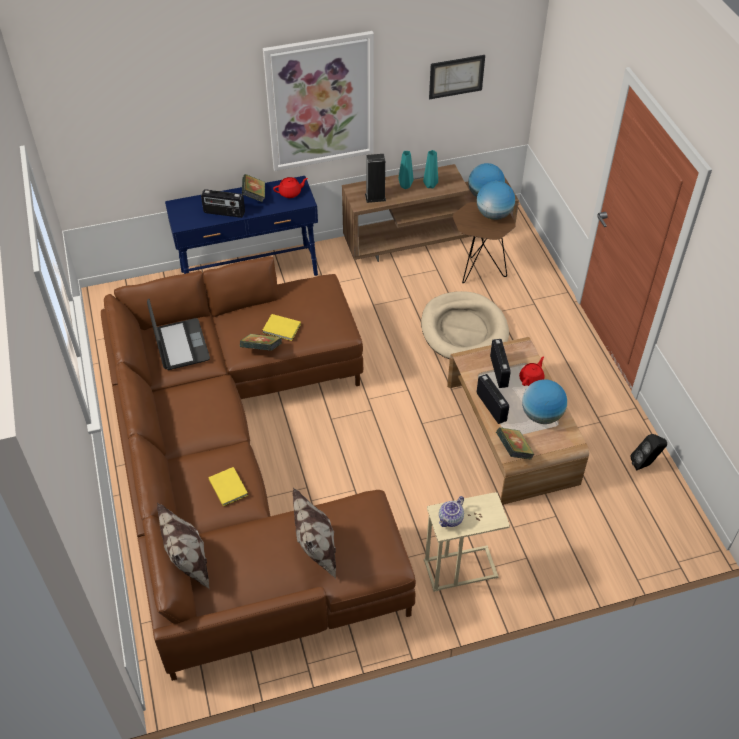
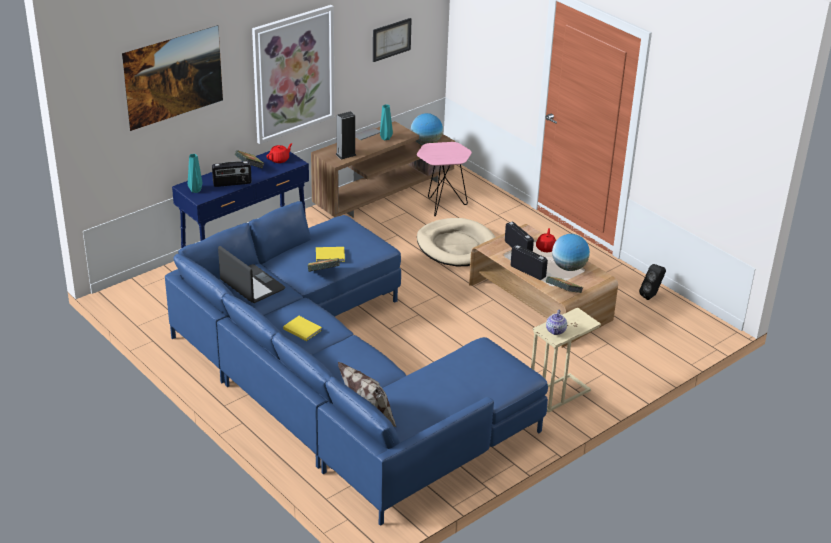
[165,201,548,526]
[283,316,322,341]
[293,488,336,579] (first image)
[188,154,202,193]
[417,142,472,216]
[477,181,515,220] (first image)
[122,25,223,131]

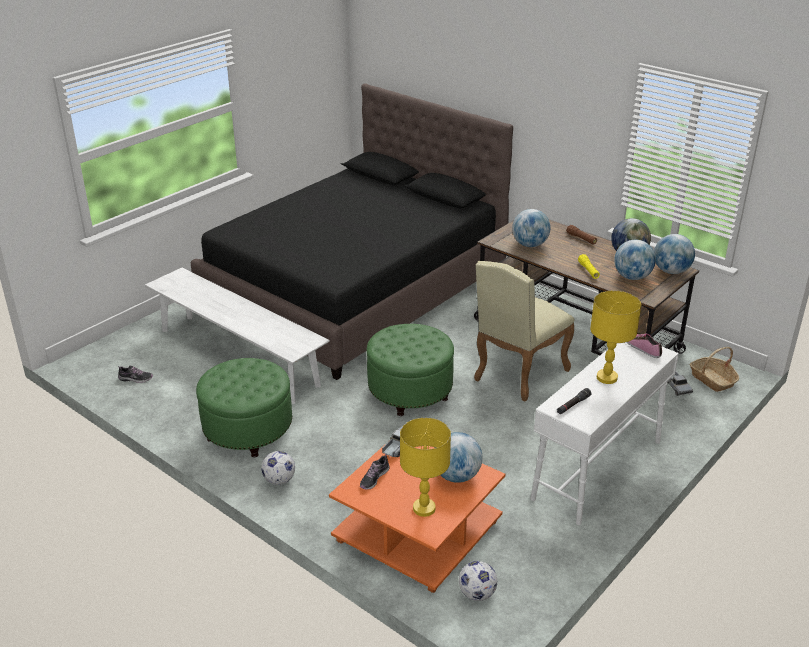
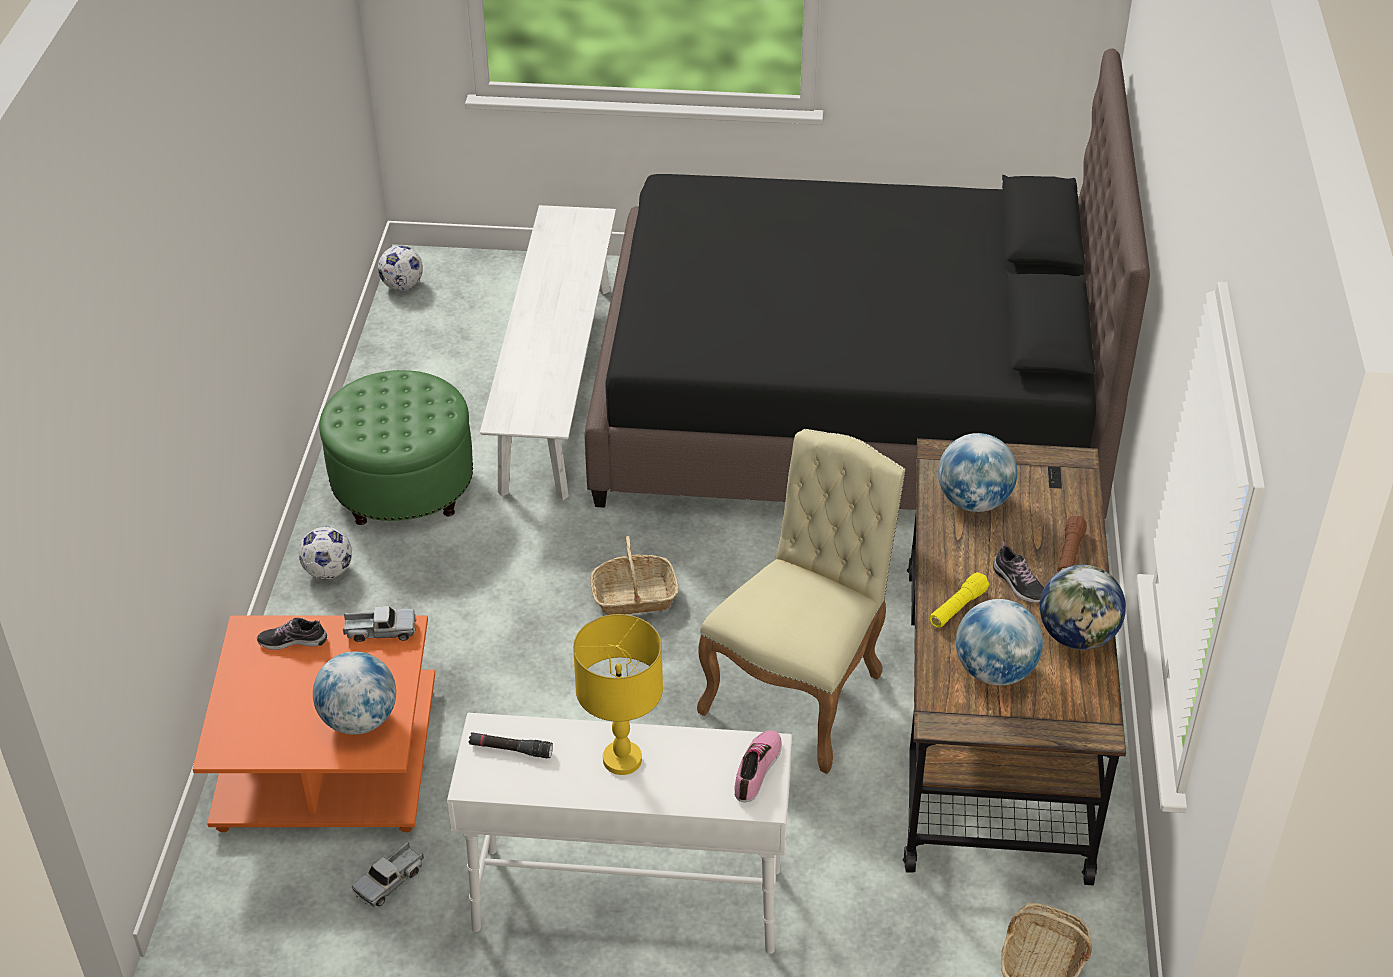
[993,542,1044,603]
[590,536,679,615]
[400,418,451,517] (first image)
[378,246,423,290]
[697,429,906,774]
[654,234,695,274] (first image)
[352,842,424,907]

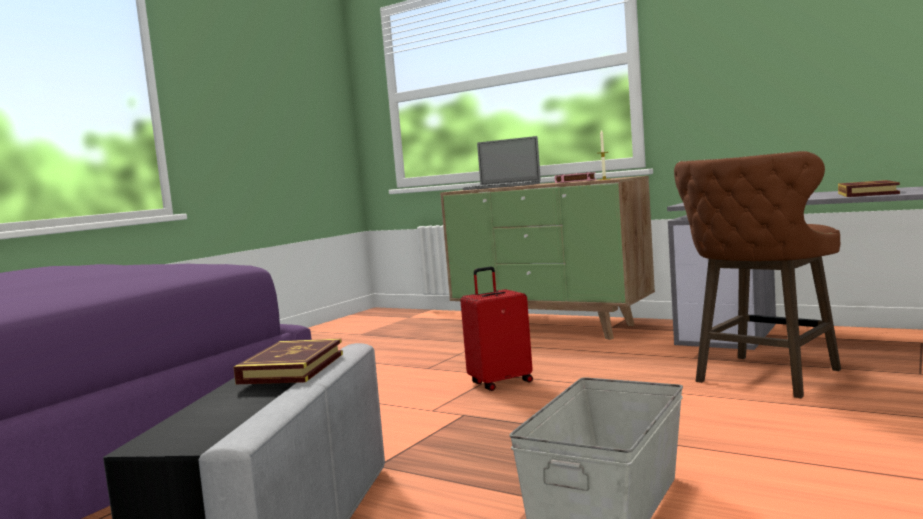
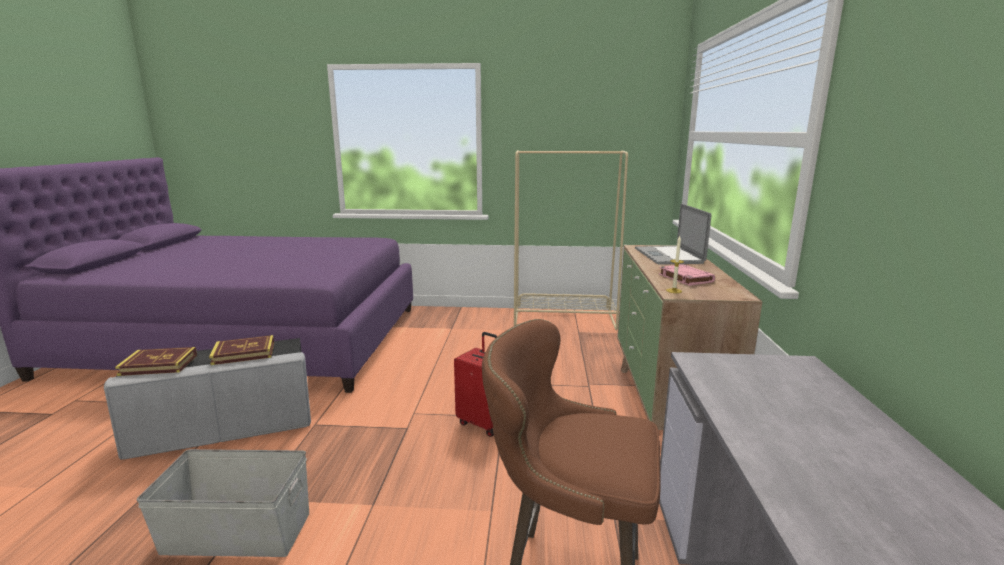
[115,347,197,376]
[514,150,628,330]

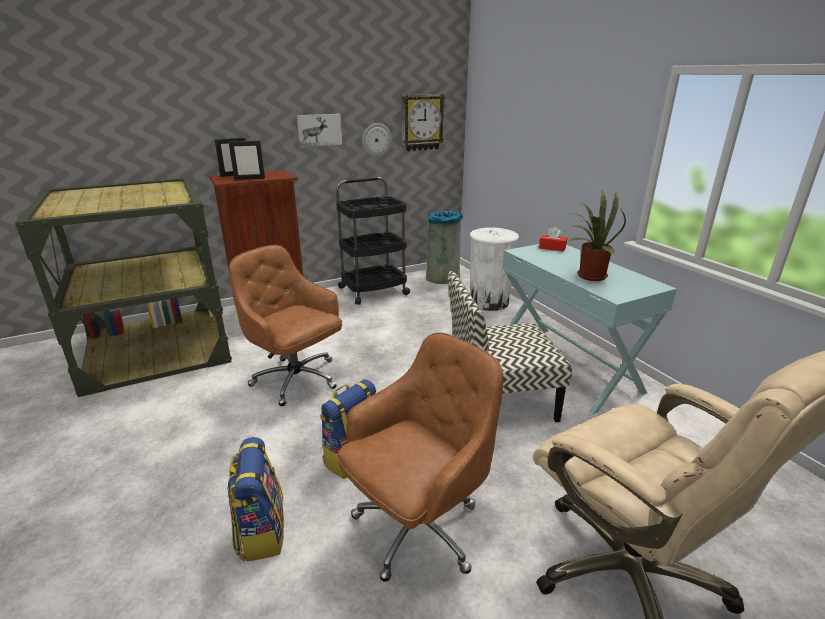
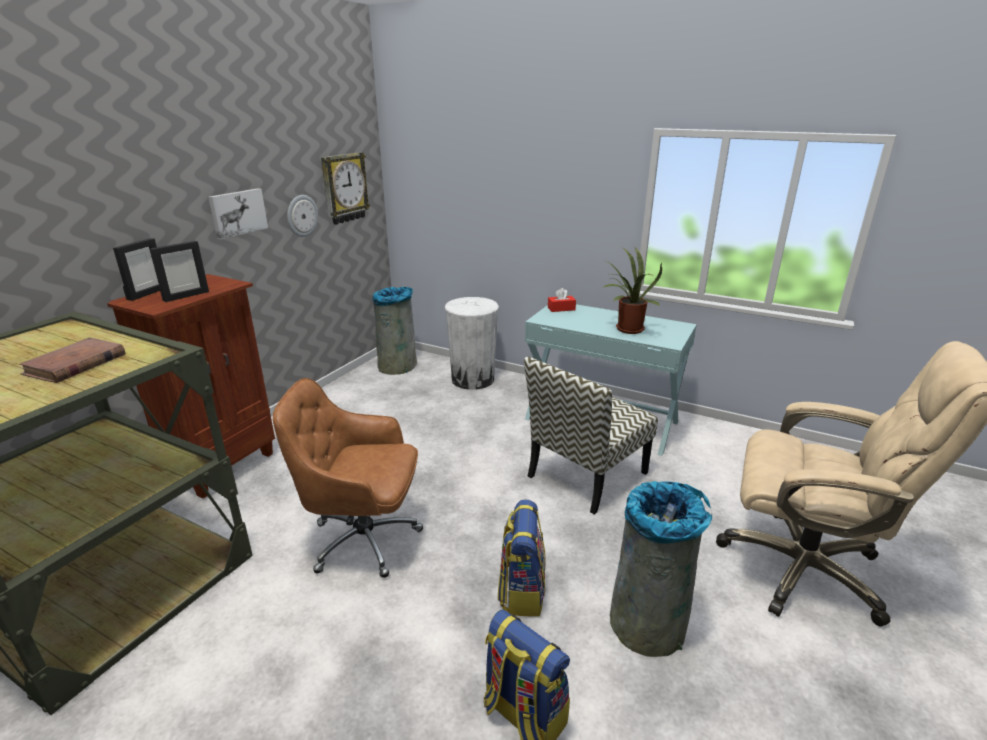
[336,177,410,305] (first image)
[610,481,712,657]
[19,338,125,383]

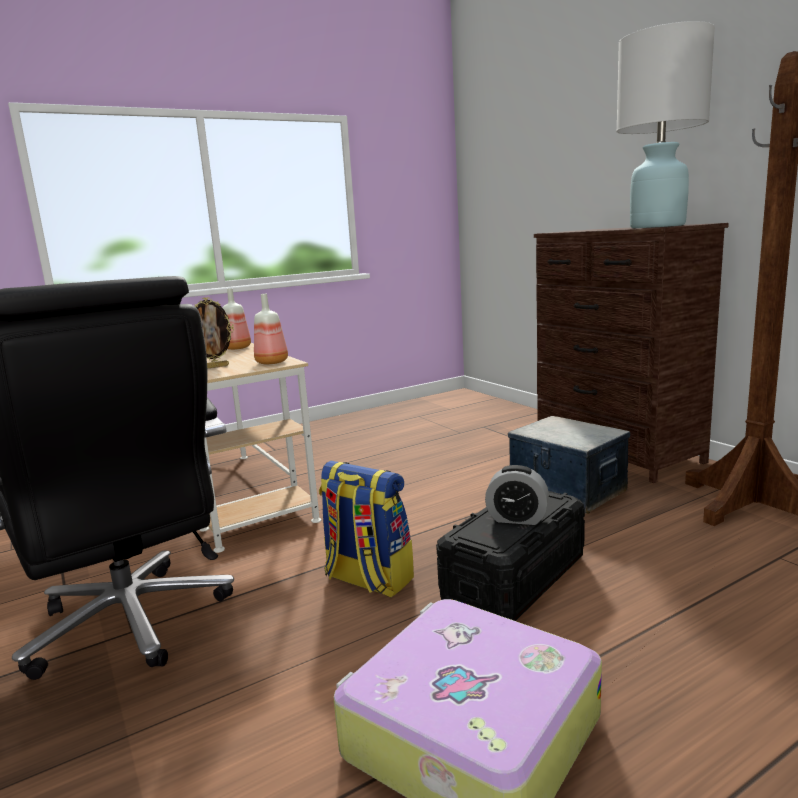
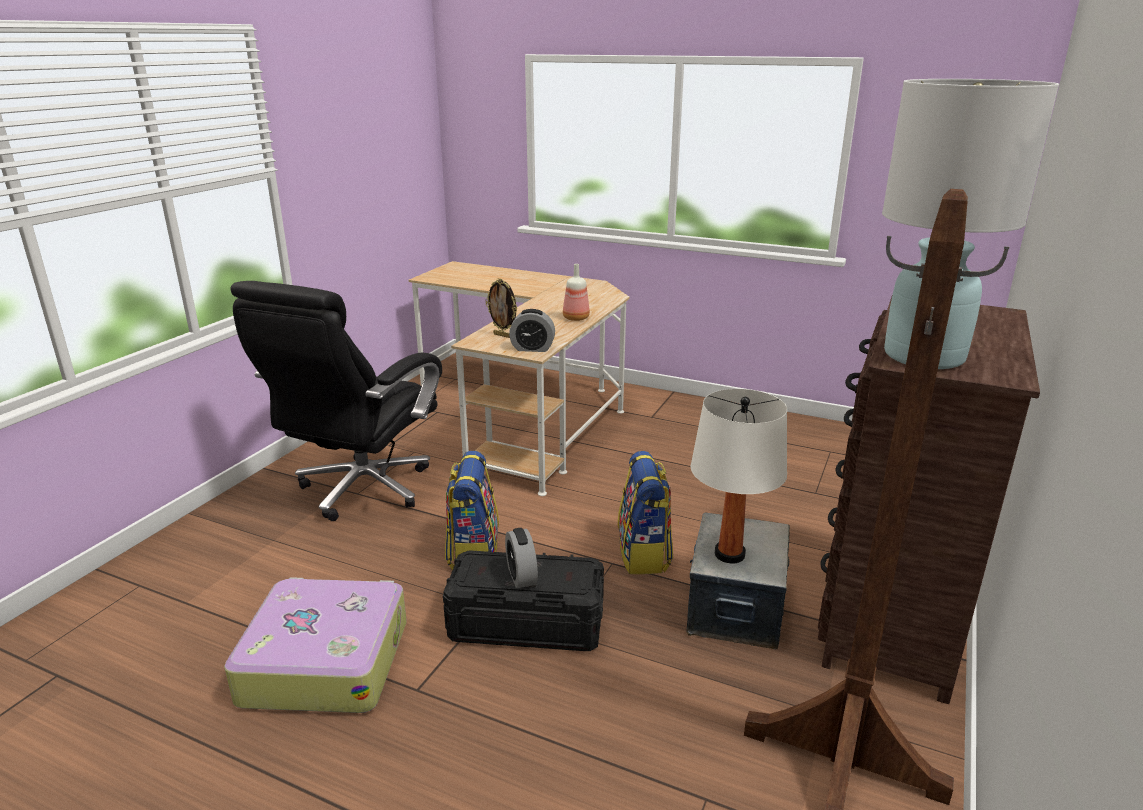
[509,309,555,352]
[618,451,673,574]
[690,389,787,563]

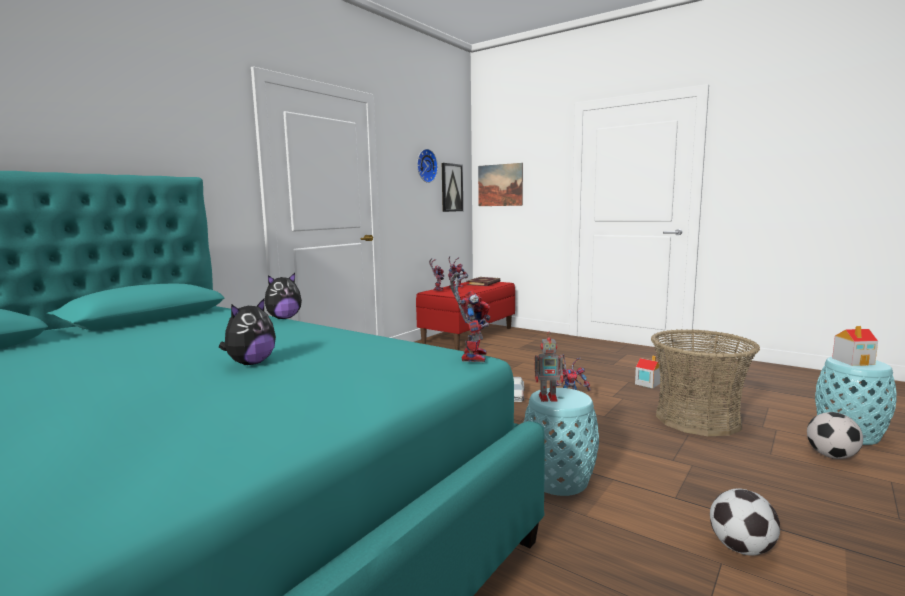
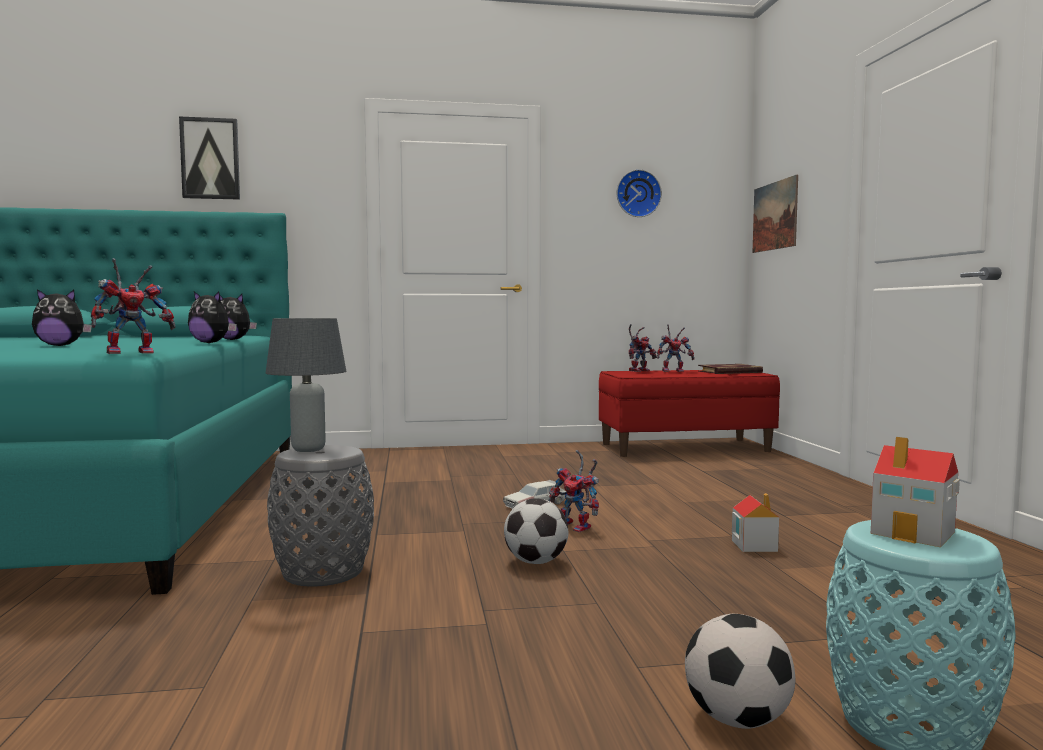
[179,116,240,200]
[267,445,374,587]
[266,318,346,452]
[651,329,760,436] (first image)
[504,498,568,564]
[188,291,237,343]

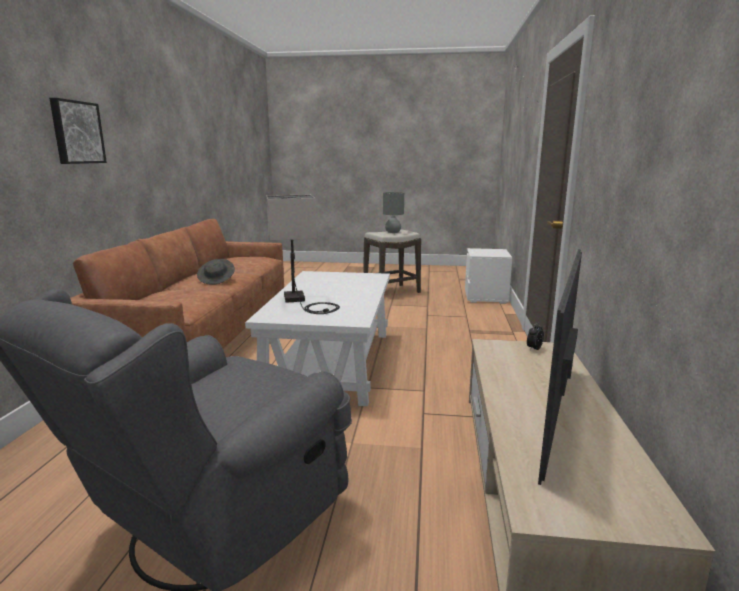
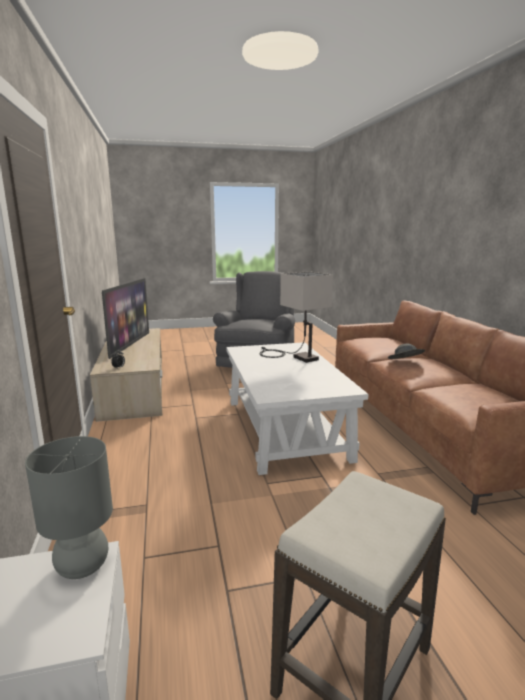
[49,98,107,164] (first image)
[25,436,113,579]

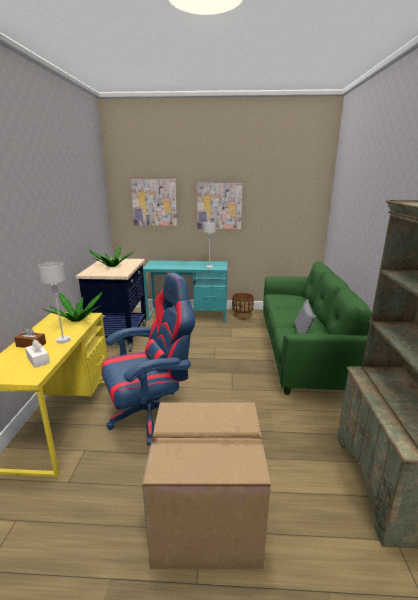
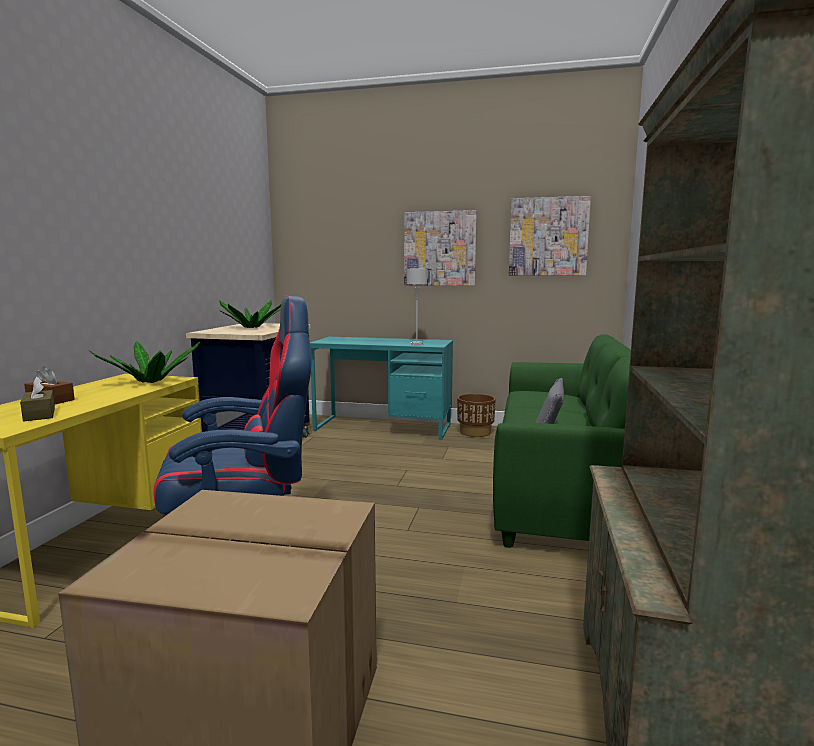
[20,377,55,421]
[38,261,71,344] (first image)
[509,196,591,275]

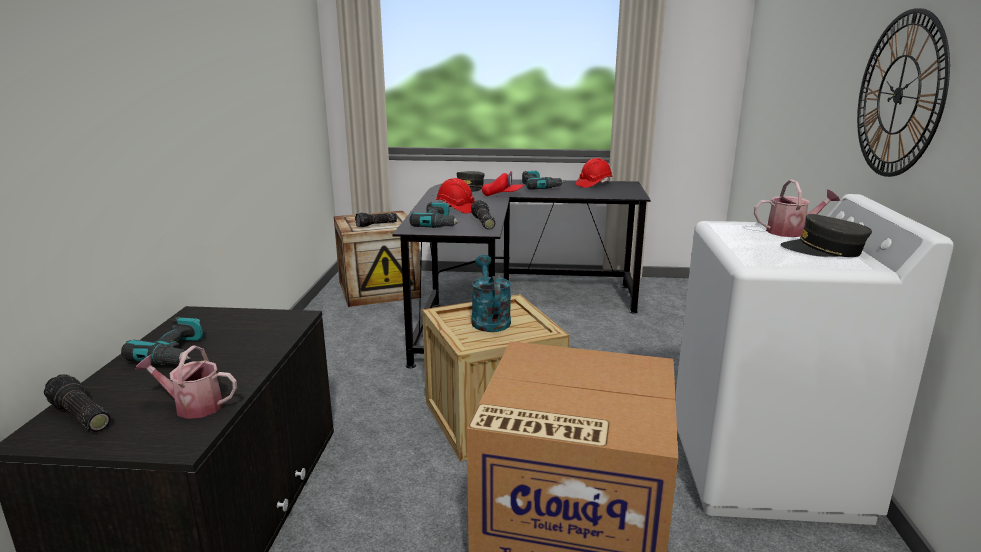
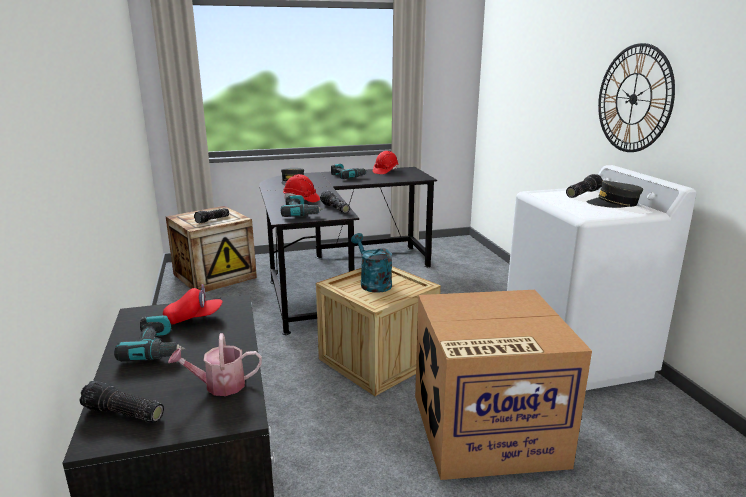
[163,284,222,325]
[566,174,603,198]

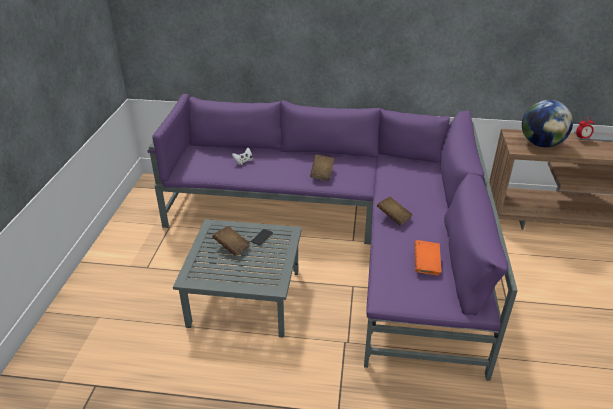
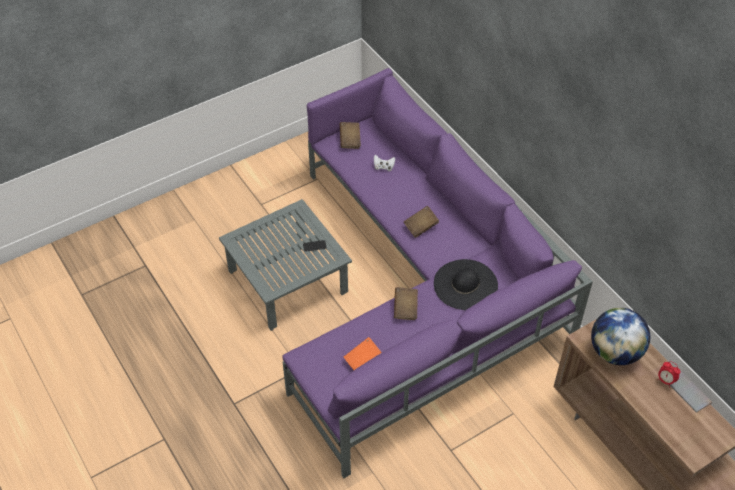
[340,122,361,149]
[434,259,498,310]

